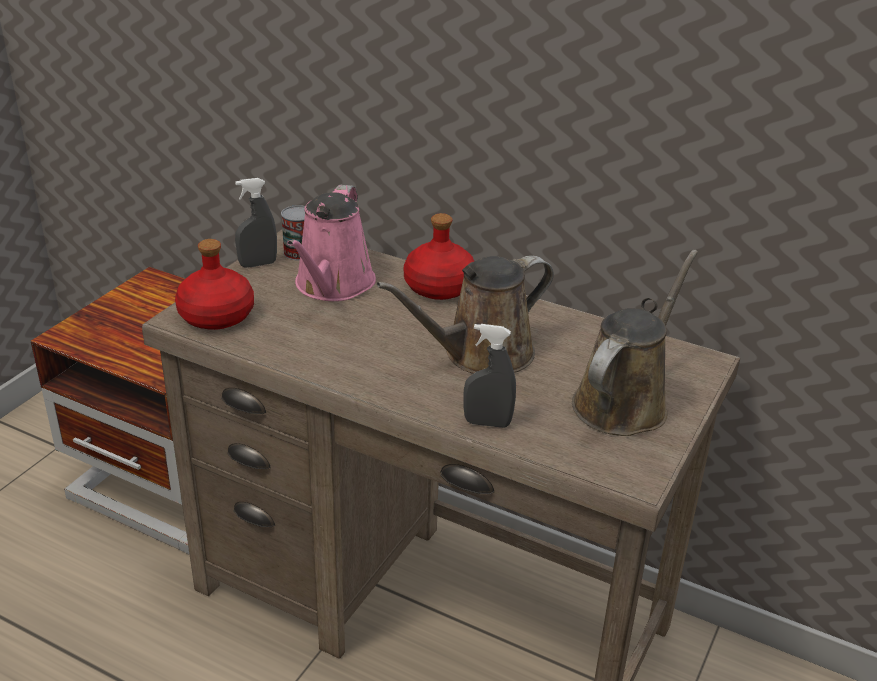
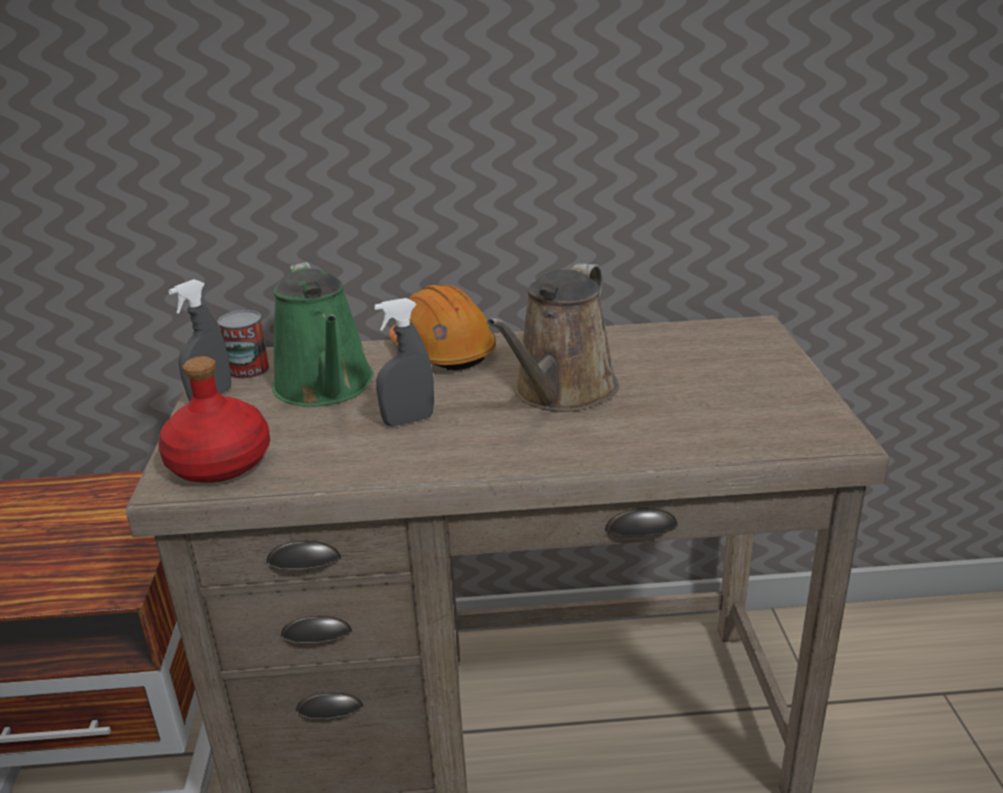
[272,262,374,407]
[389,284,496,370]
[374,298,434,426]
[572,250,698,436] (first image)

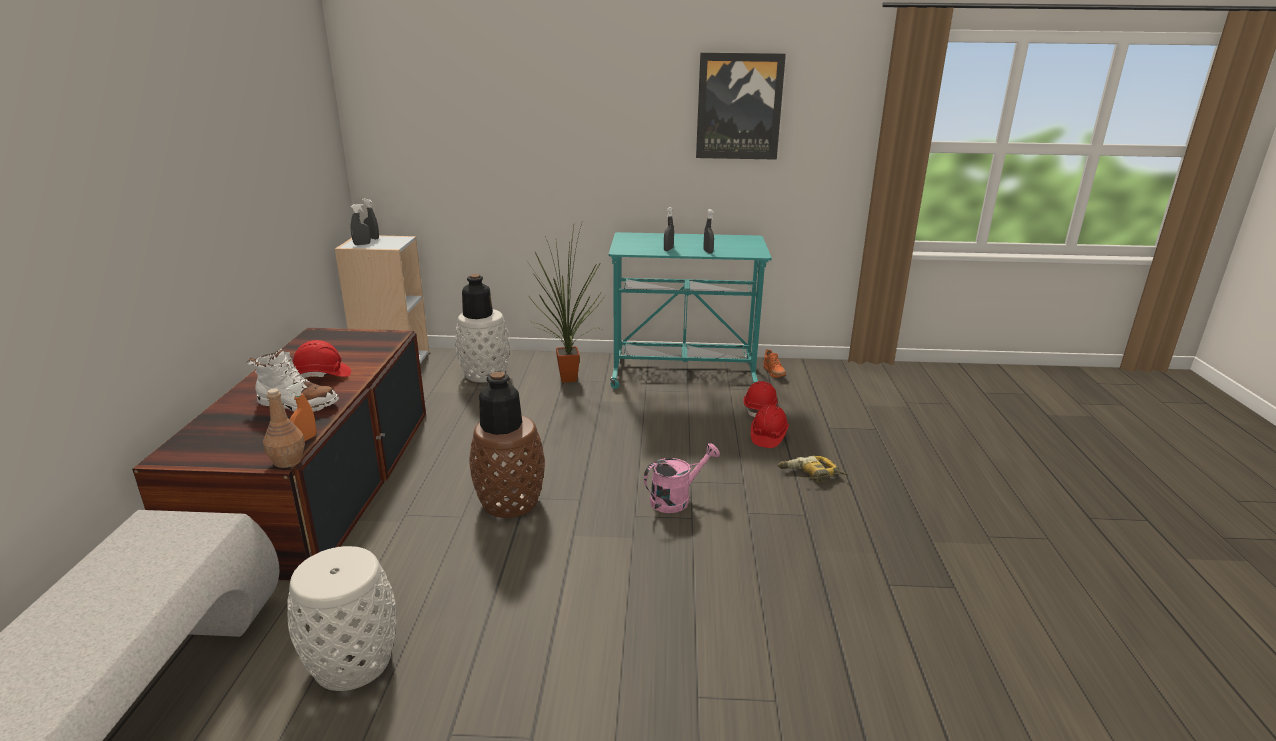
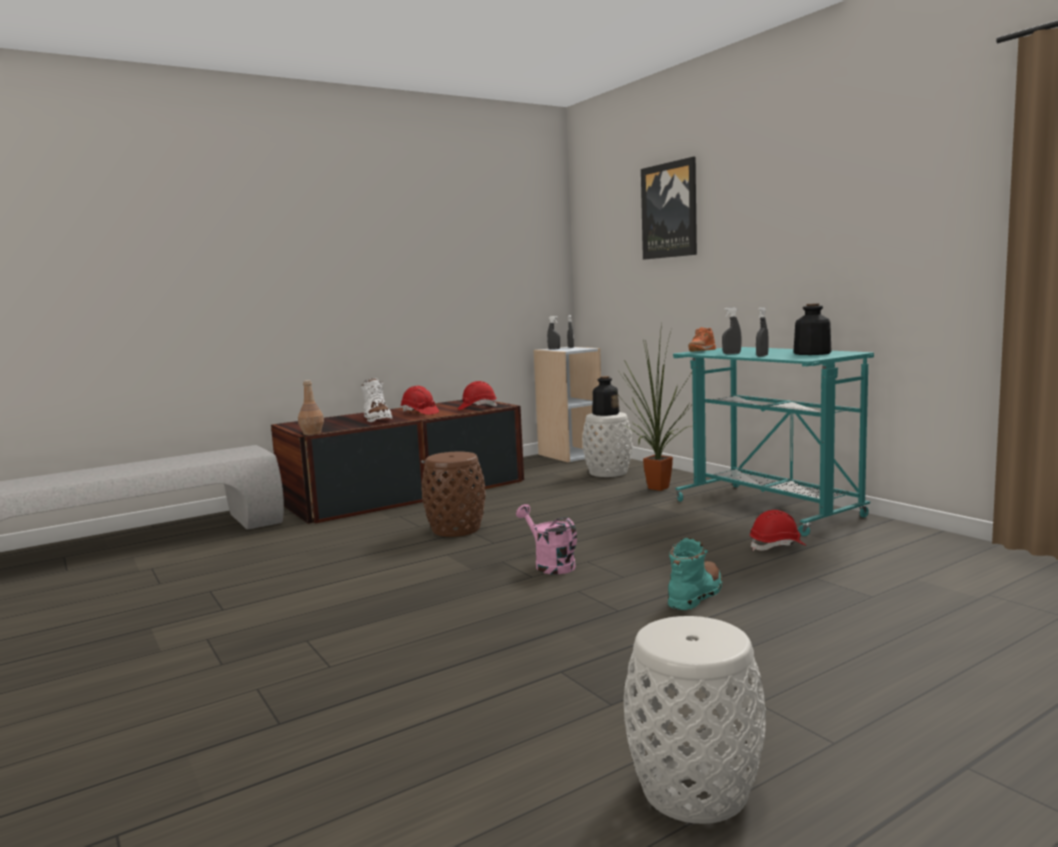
[285,383,316,441] (first image)
[624,616,766,824]
[793,303,832,355]
[516,504,577,574]
[641,157,697,260]
[458,381,497,410]
[688,327,716,352]
[668,538,722,610]

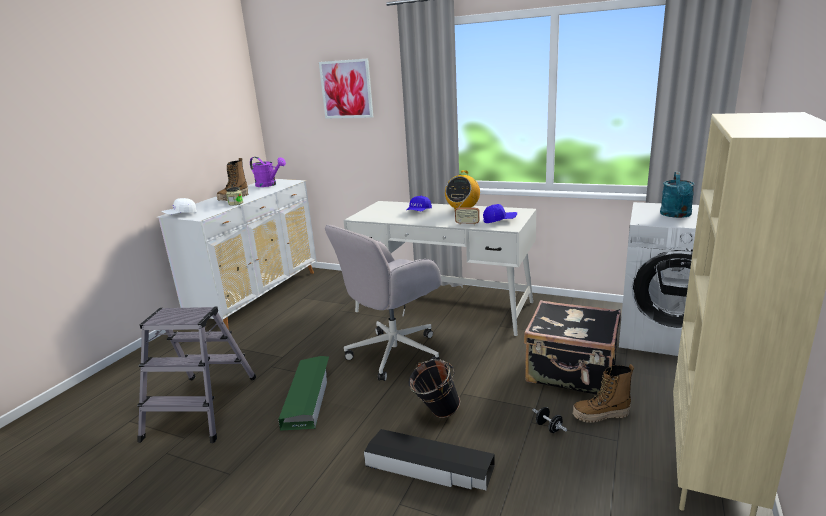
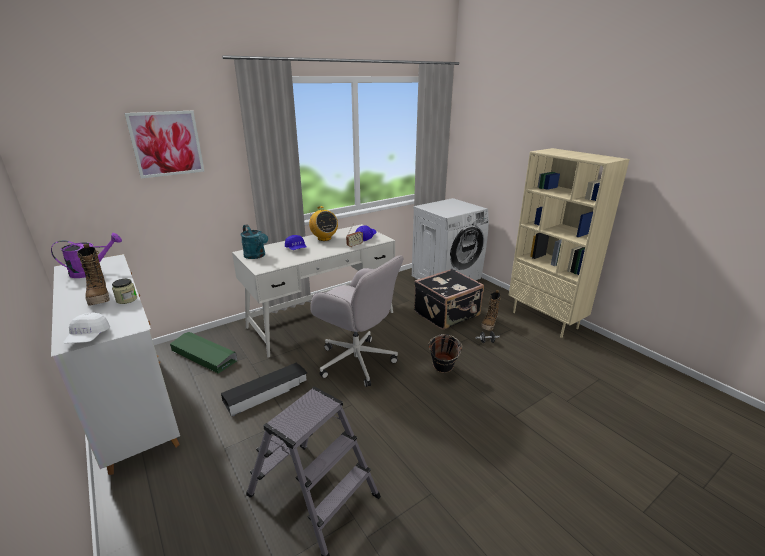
[170,332,237,374]
[310,255,403,387]
[221,363,307,417]
[241,224,268,259]

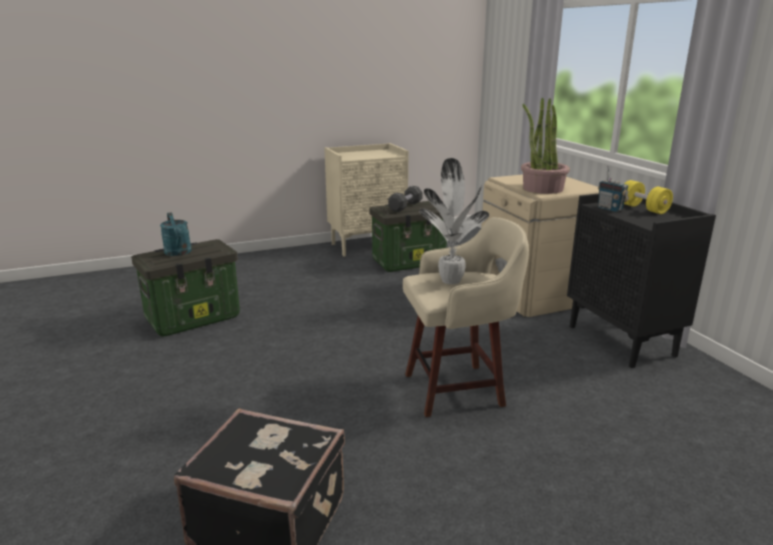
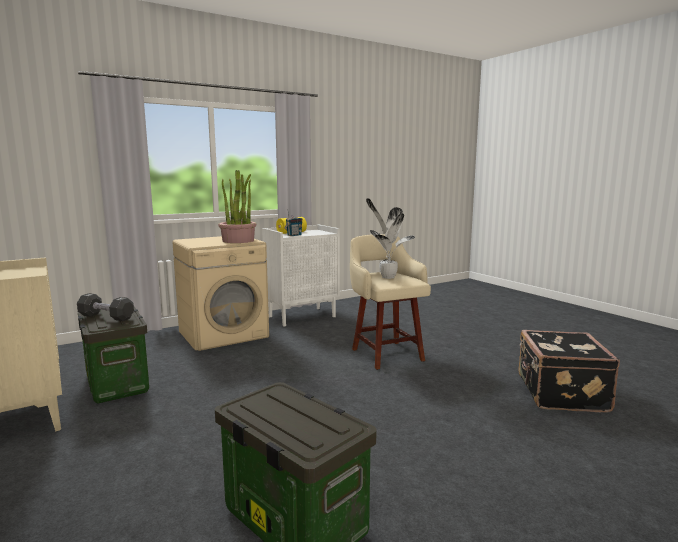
[160,212,192,256] (first image)
[262,224,340,327]

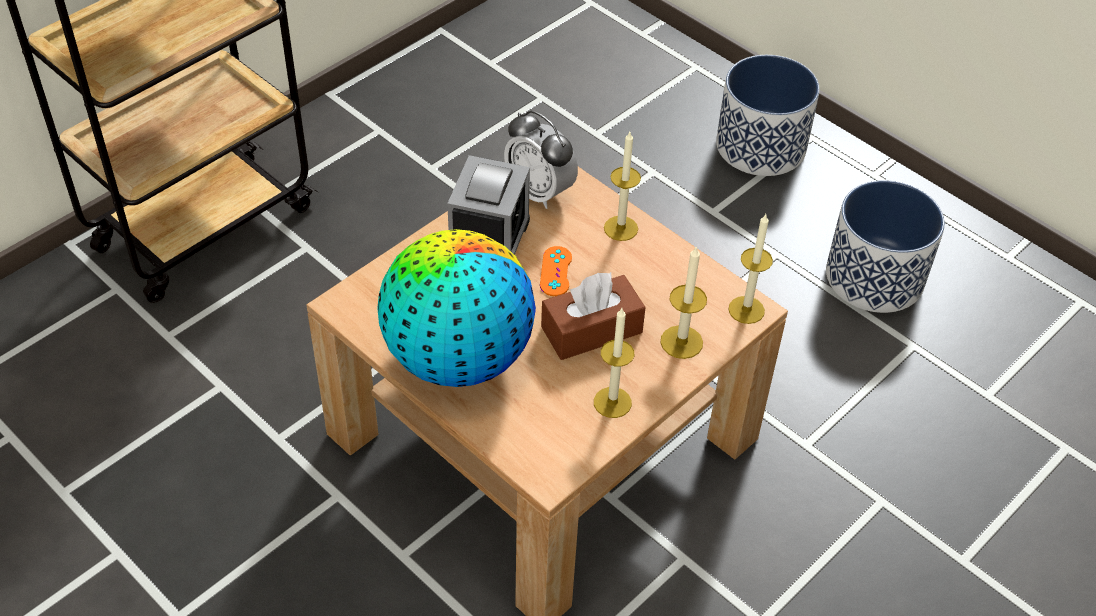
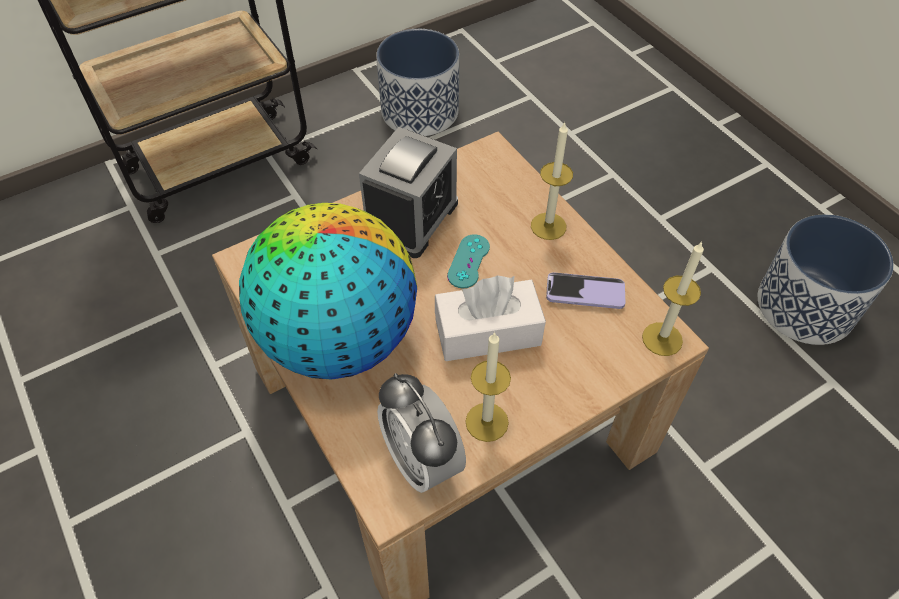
[377,373,466,493]
[447,234,490,288]
[435,276,546,361]
[661,246,707,359] (first image)
[376,29,459,136]
[546,272,626,309]

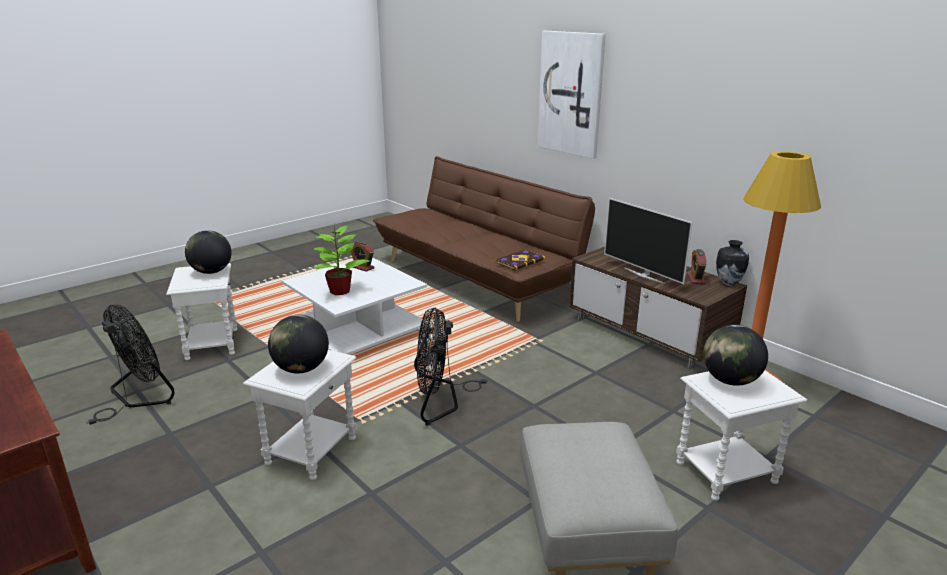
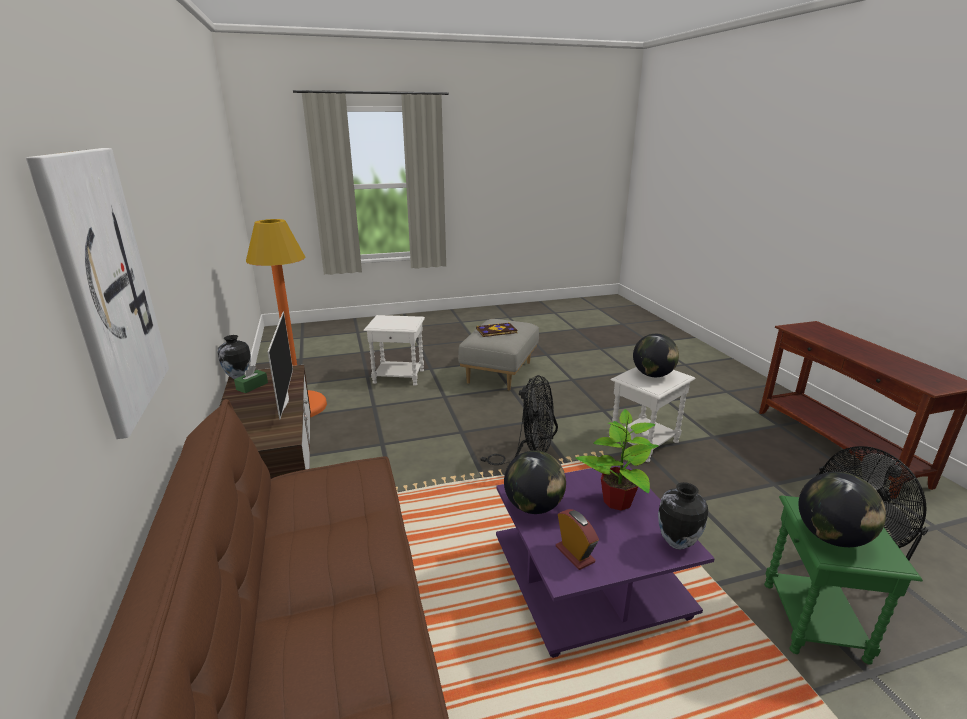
[764,496,923,665]
[496,462,715,658]
[476,322,518,337]
[234,366,268,393]
[504,451,566,514]
[658,482,708,550]

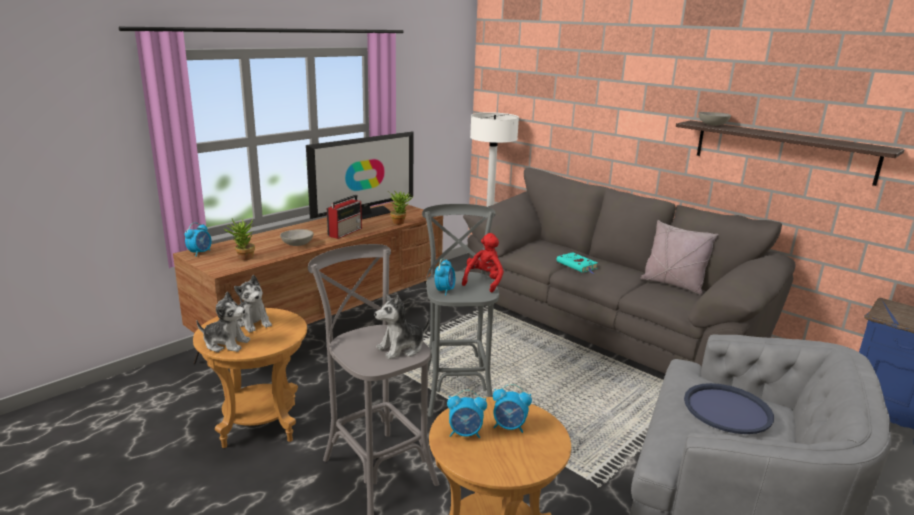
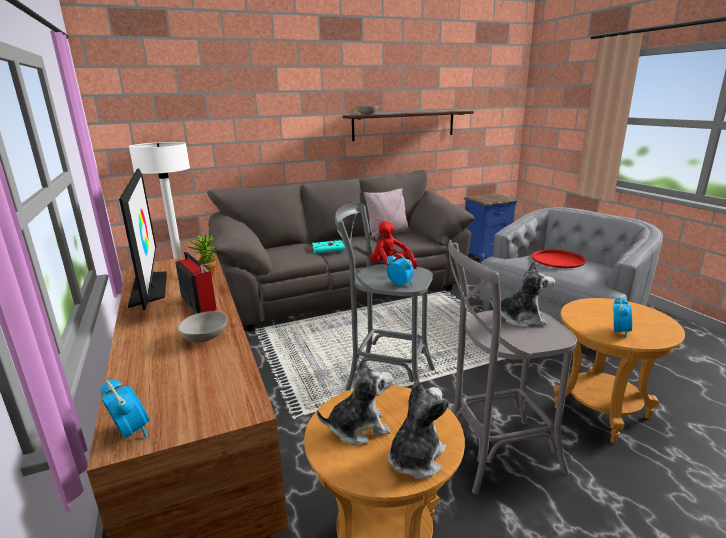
[224,219,255,260] (first image)
[491,261,555,328]
[493,384,532,433] (first image)
[531,249,586,268]

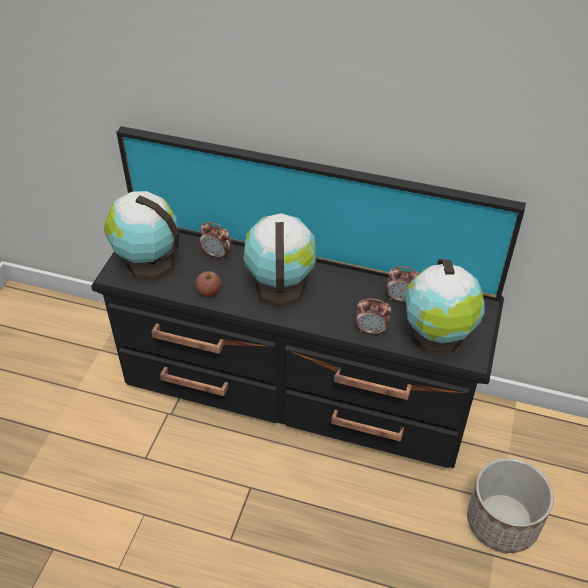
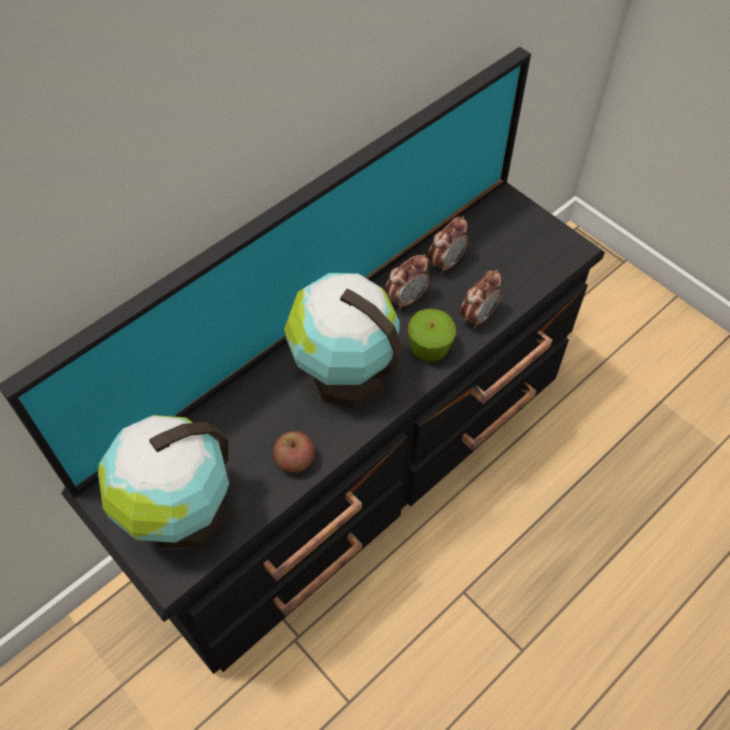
[385,254,430,310]
[405,259,485,356] (first image)
[467,458,554,553] (first image)
[408,309,456,361]

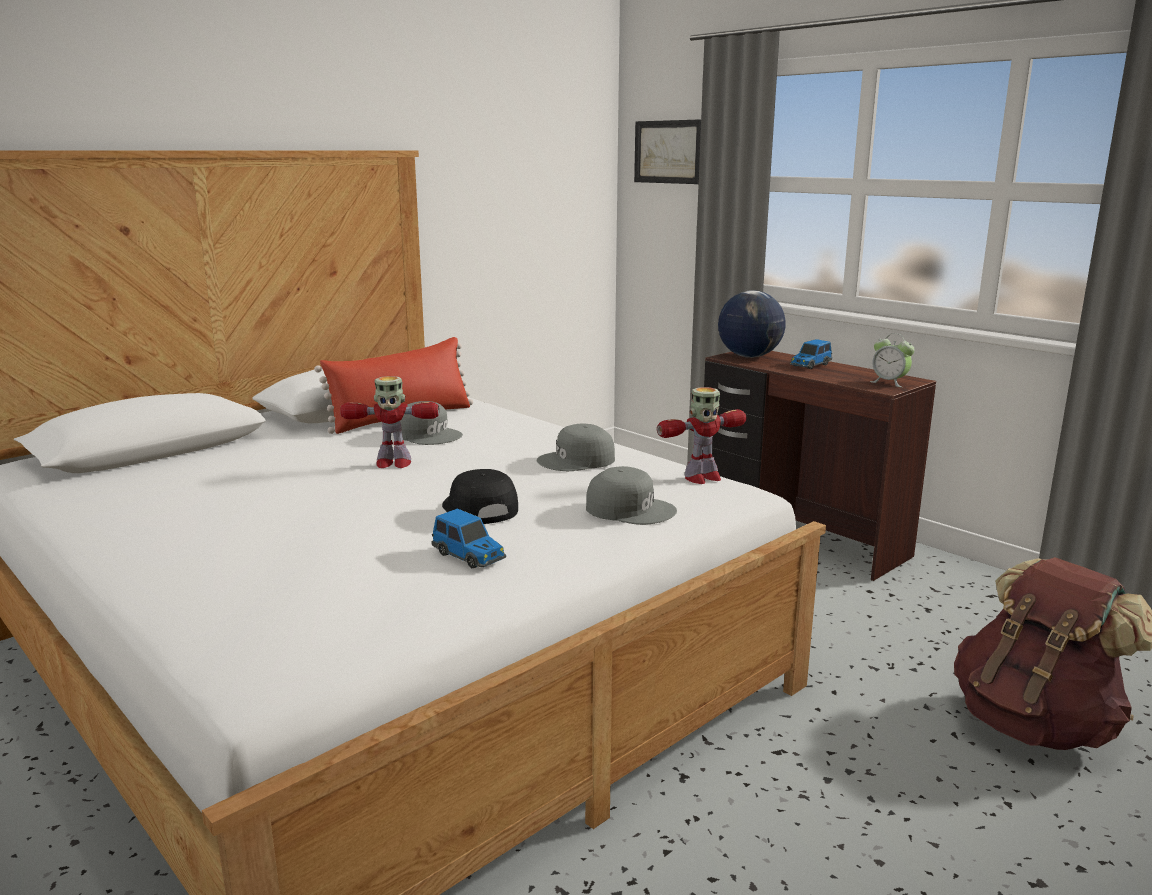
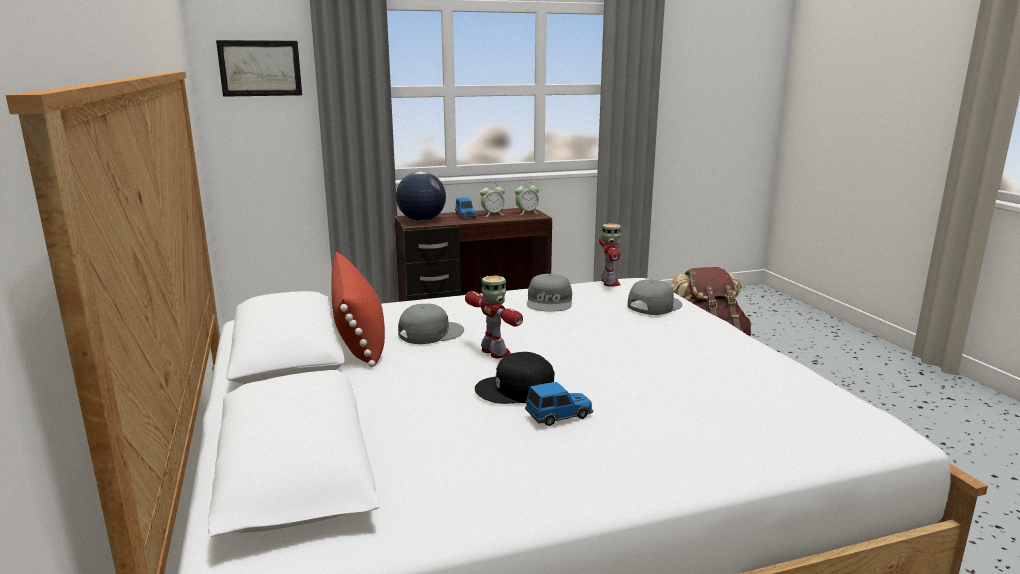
[465,276,523,358]
[525,382,593,426]
[475,352,555,404]
[480,183,505,217]

